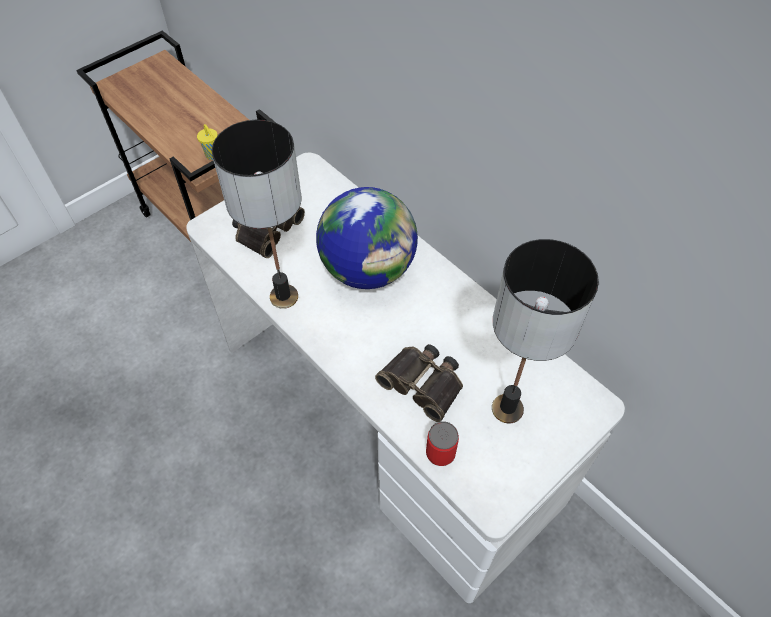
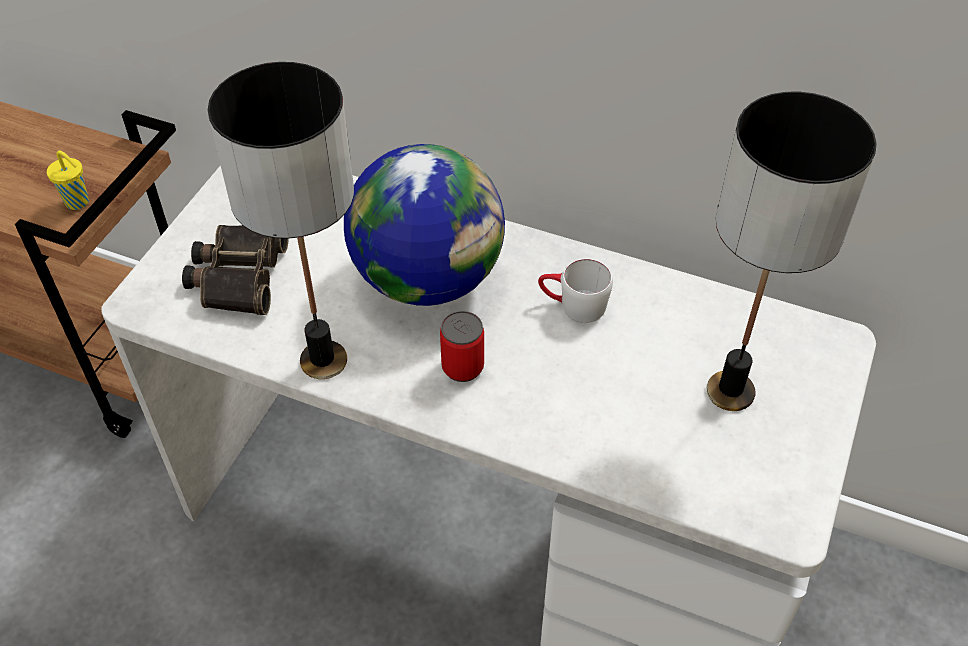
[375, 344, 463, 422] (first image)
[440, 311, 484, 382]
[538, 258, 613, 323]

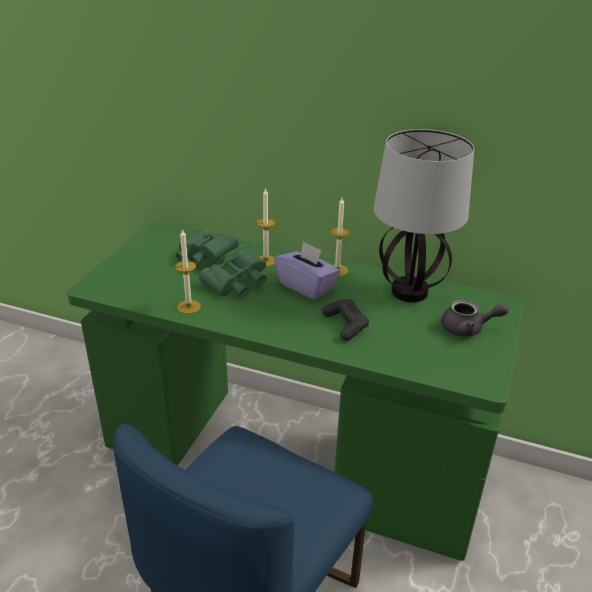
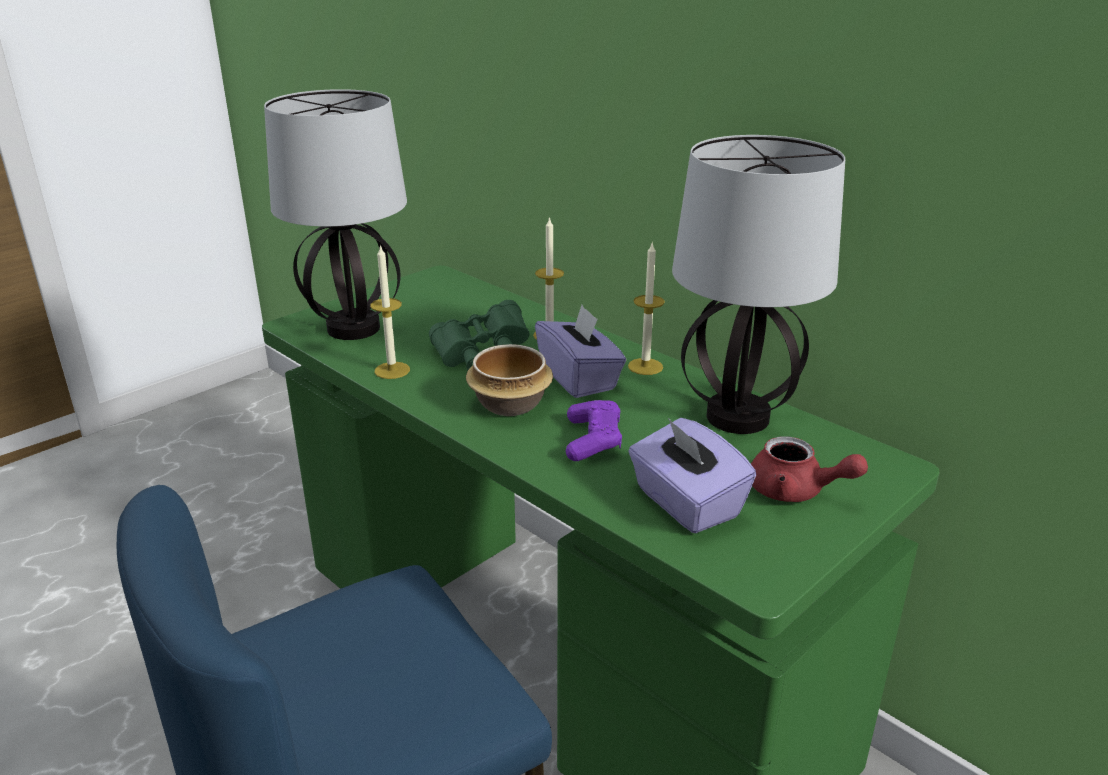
[176, 229, 238, 266] (first image)
[566, 400, 622, 461]
[751, 436, 868, 502]
[264, 89, 407, 340]
[466, 344, 553, 416]
[628, 418, 756, 533]

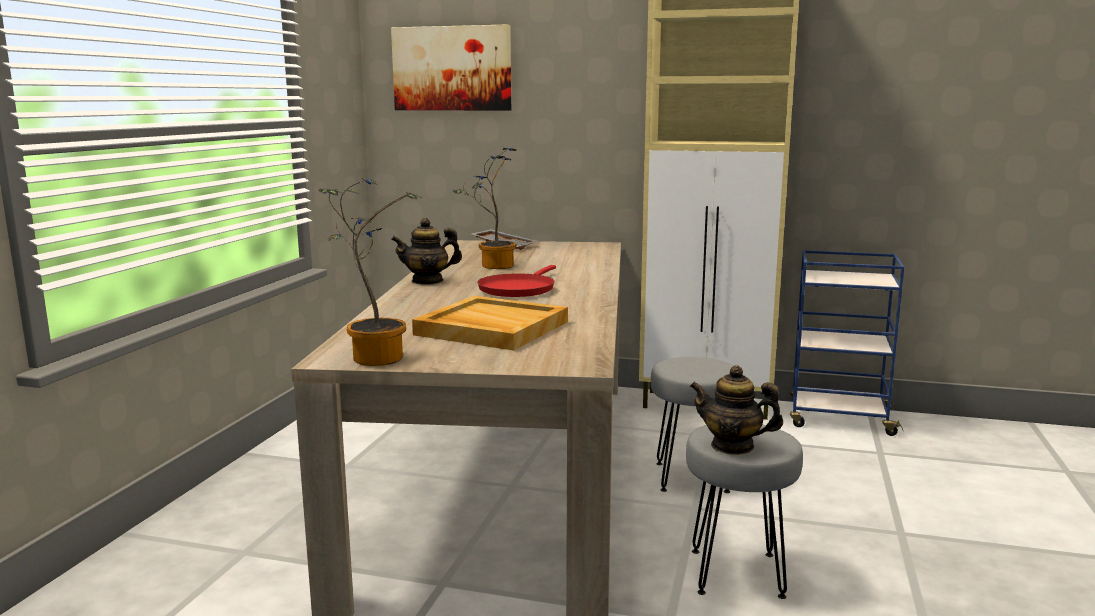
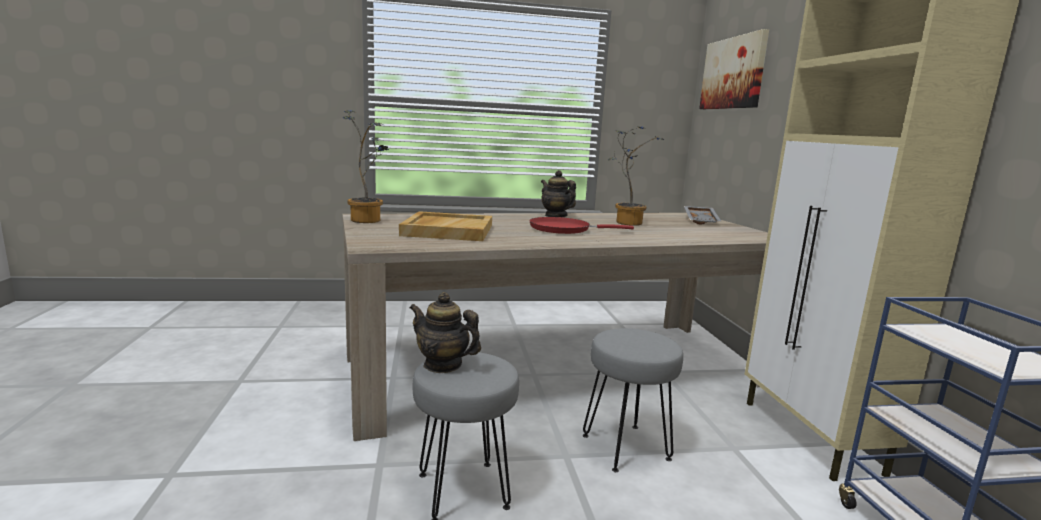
[410, 292, 481, 373]

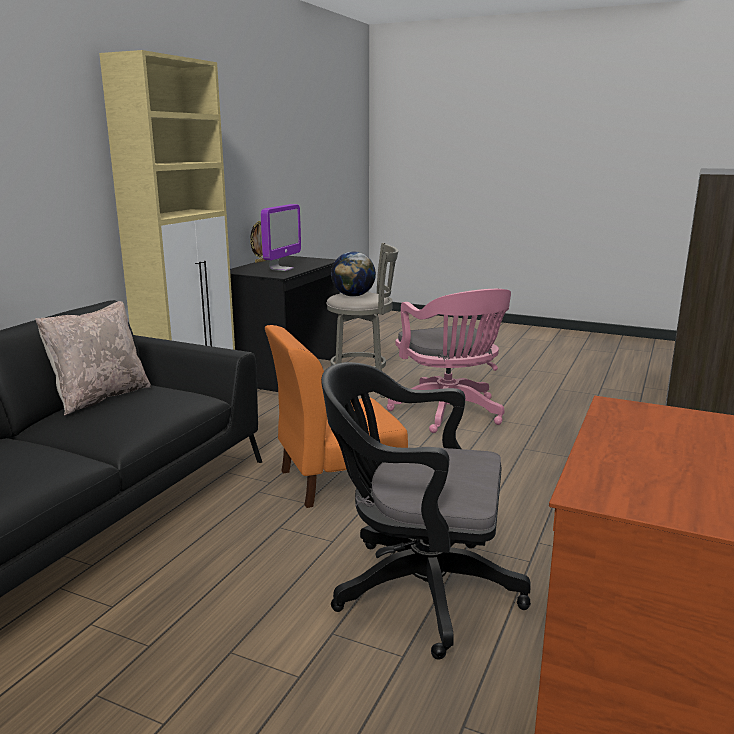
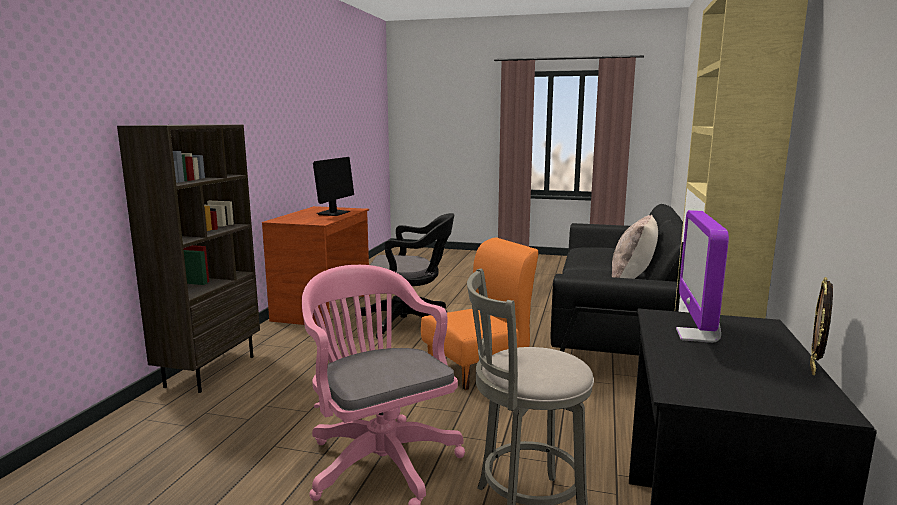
[331, 251, 376, 297] (first image)
[313, 157, 354, 216]

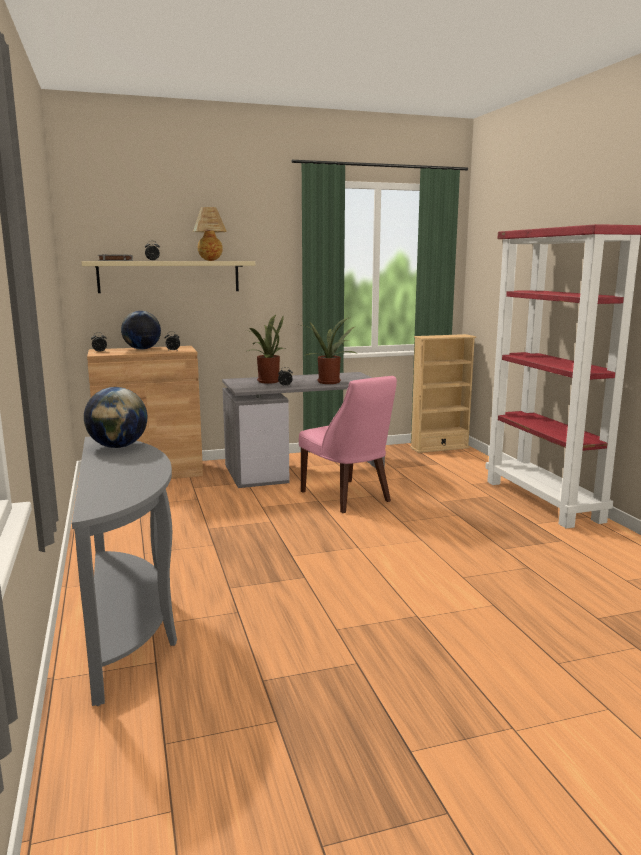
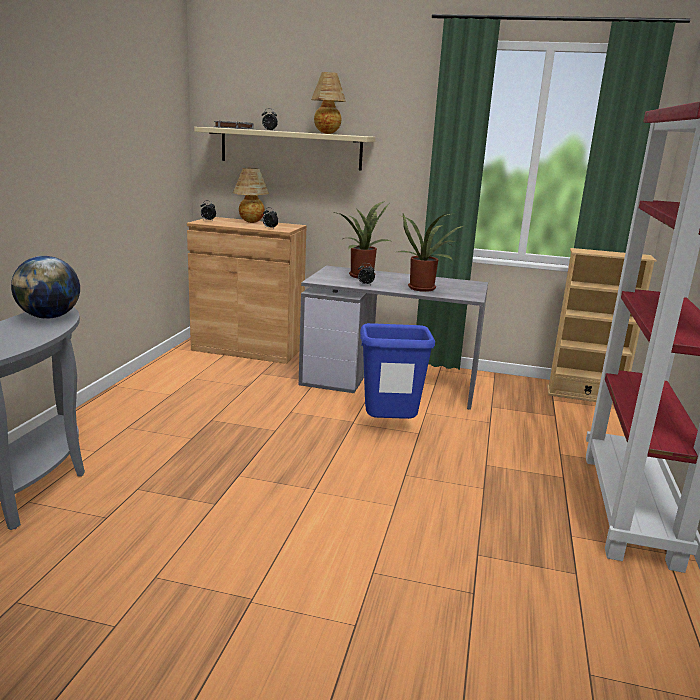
[233, 168, 269, 223]
[360, 323, 435, 419]

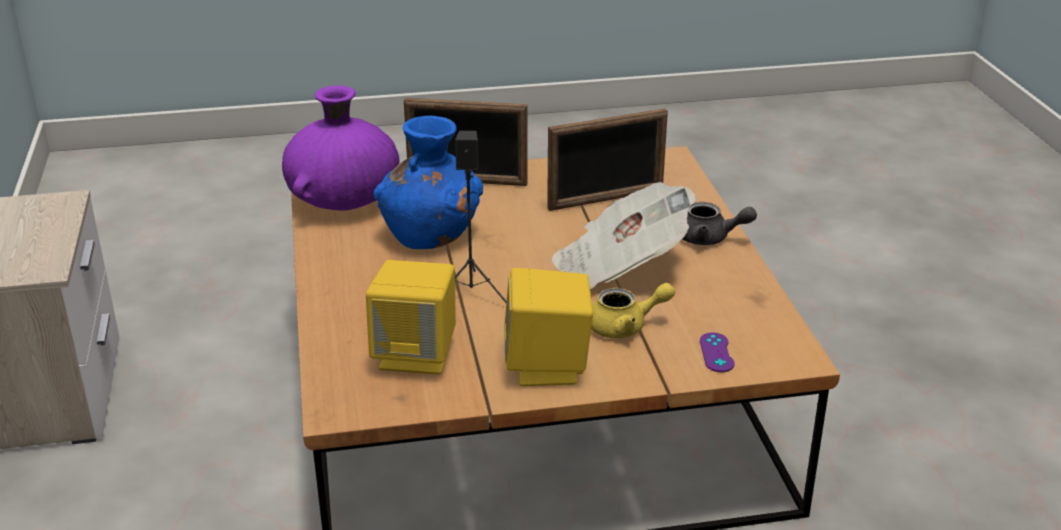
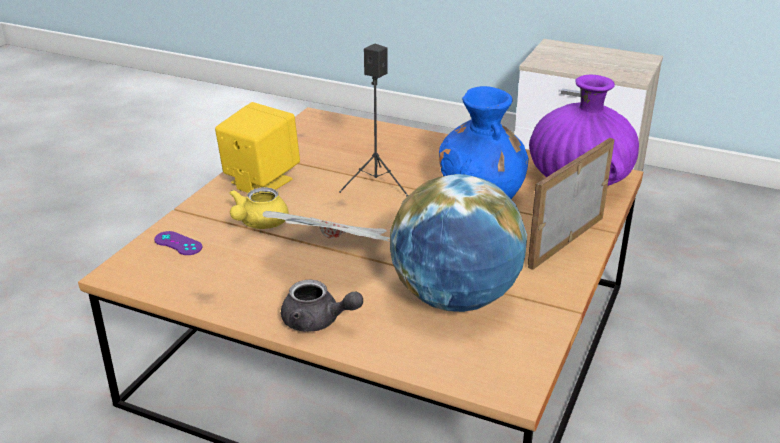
[366, 260, 456, 375] (first image)
[390, 174, 527, 312]
[281, 280, 363, 332]

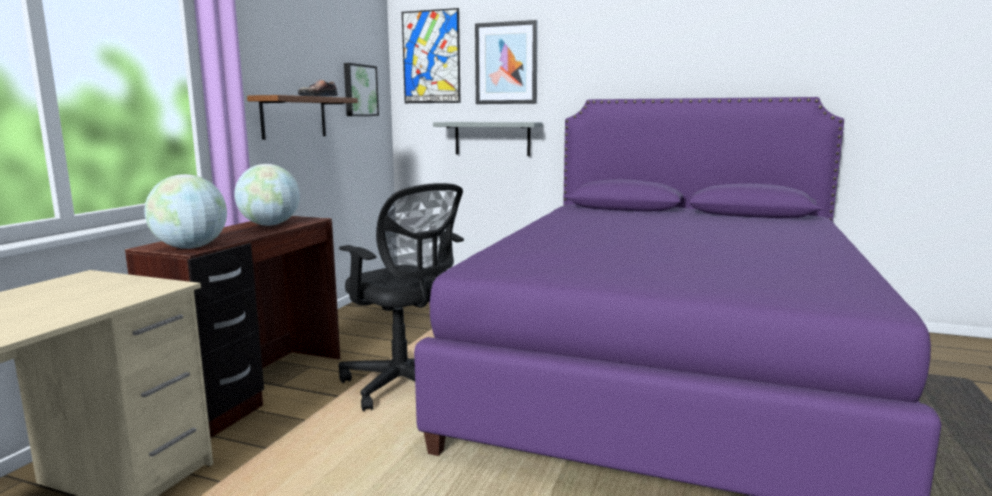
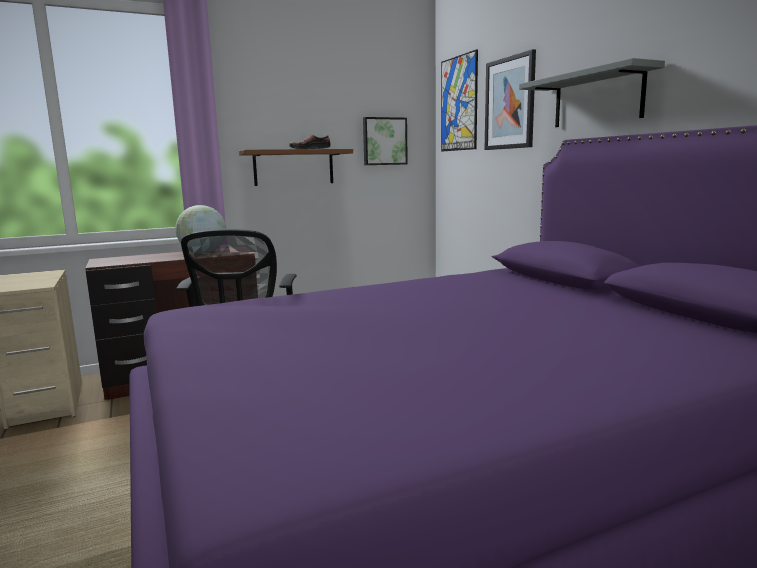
[144, 174, 227, 249] (first image)
[519, 58, 665, 127]

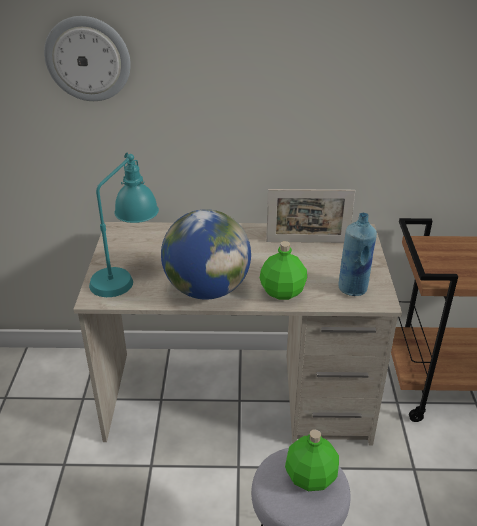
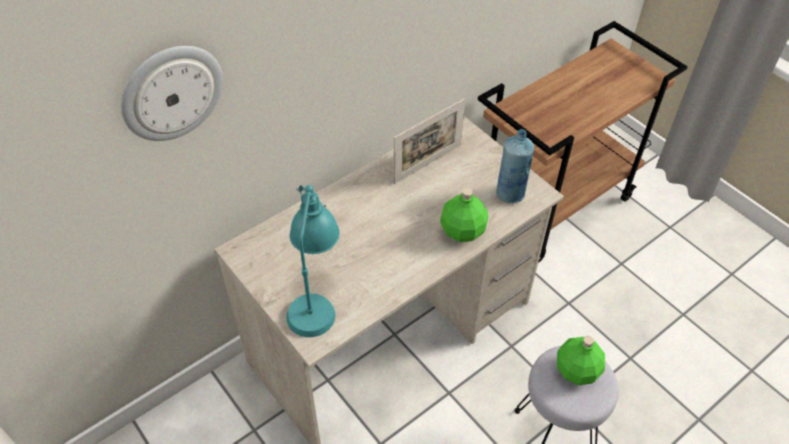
[161, 209, 251, 300] (first image)

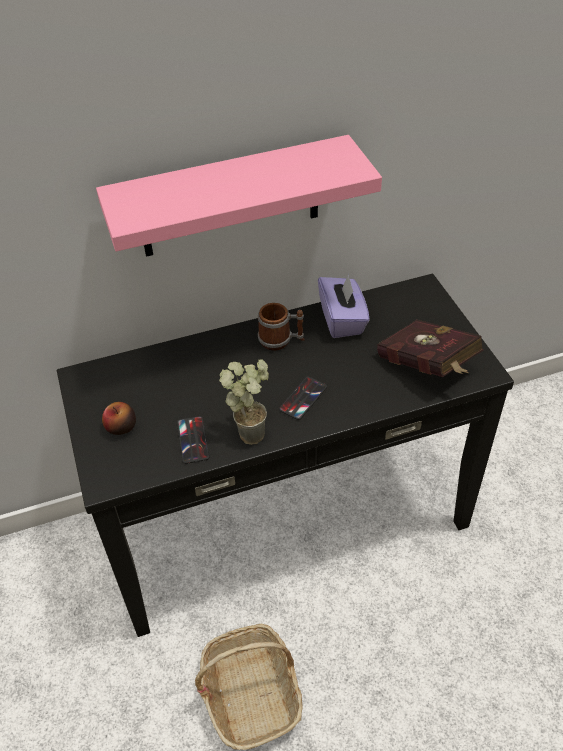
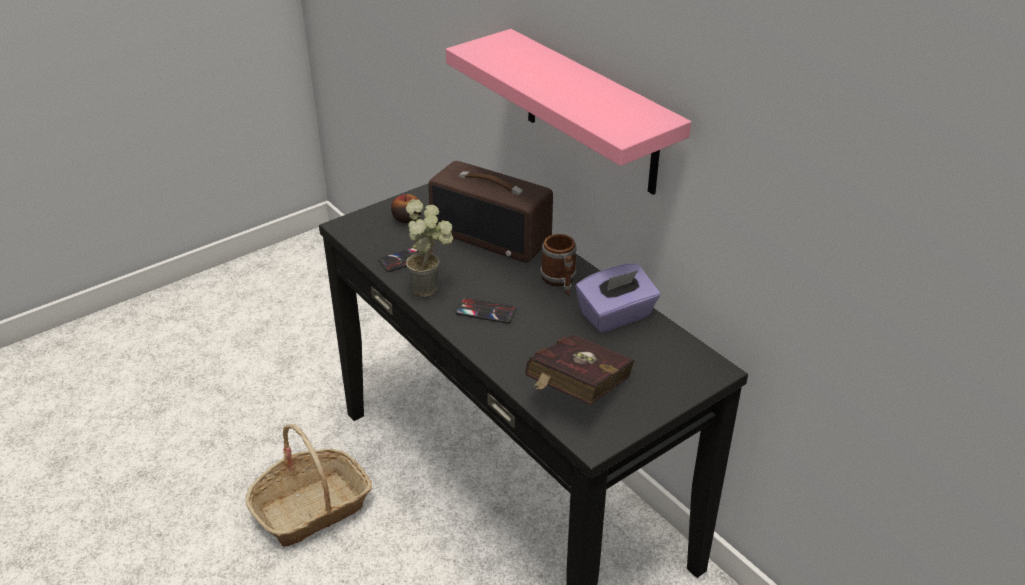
[429, 161, 553, 263]

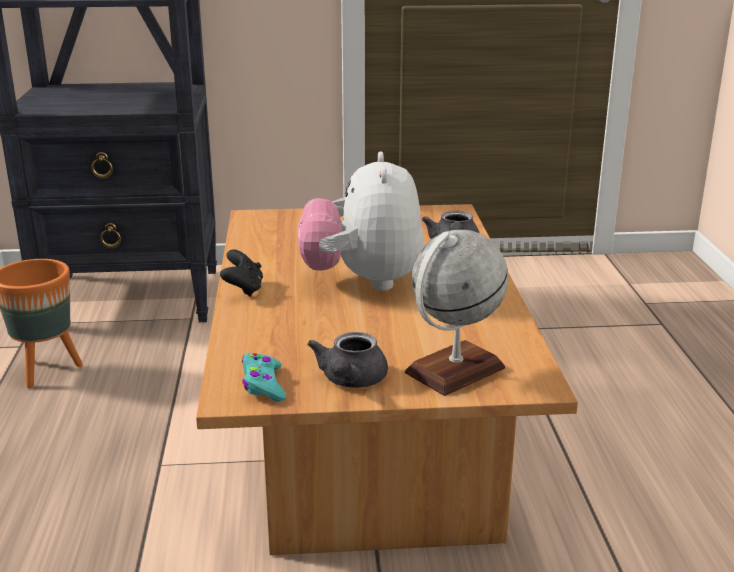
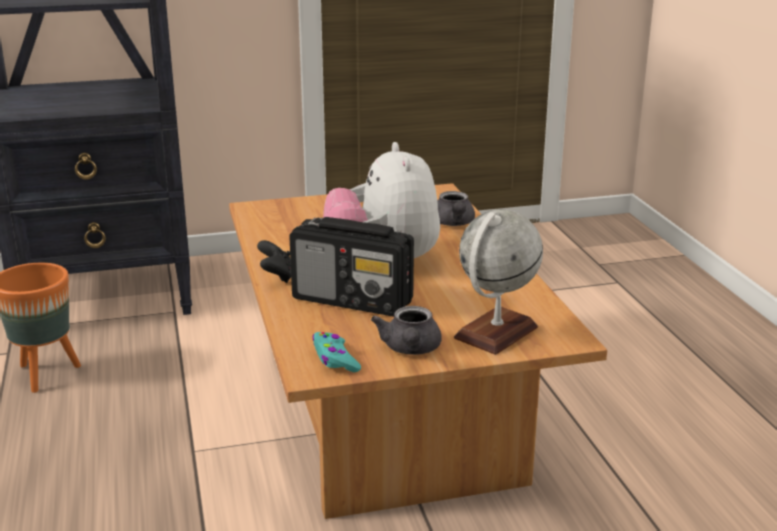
[289, 217, 414, 317]

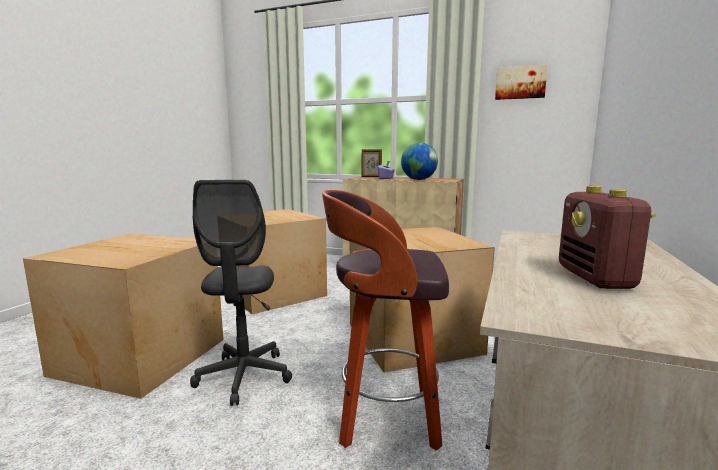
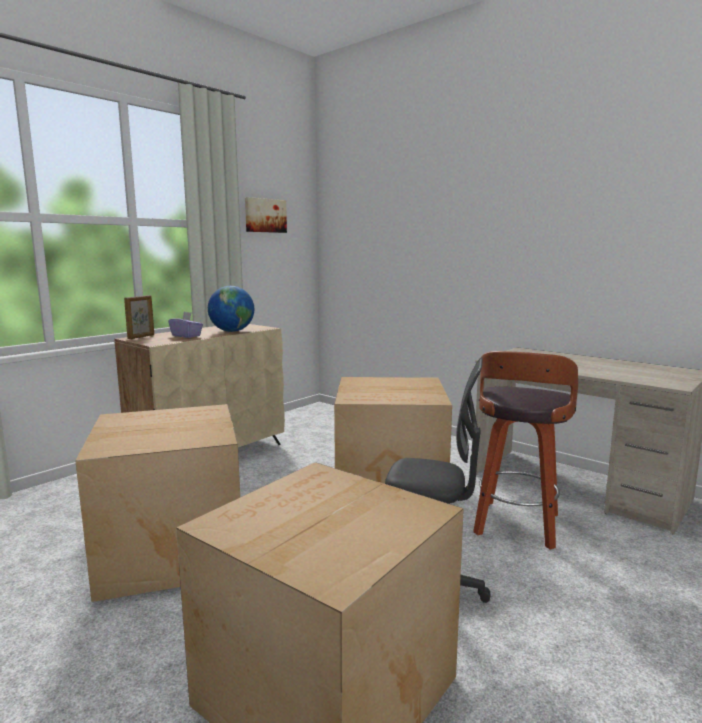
[559, 186, 656, 289] (first image)

